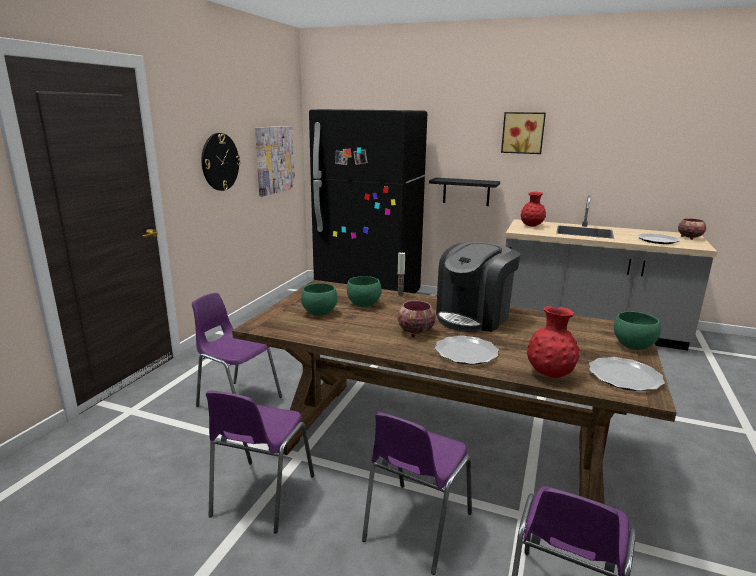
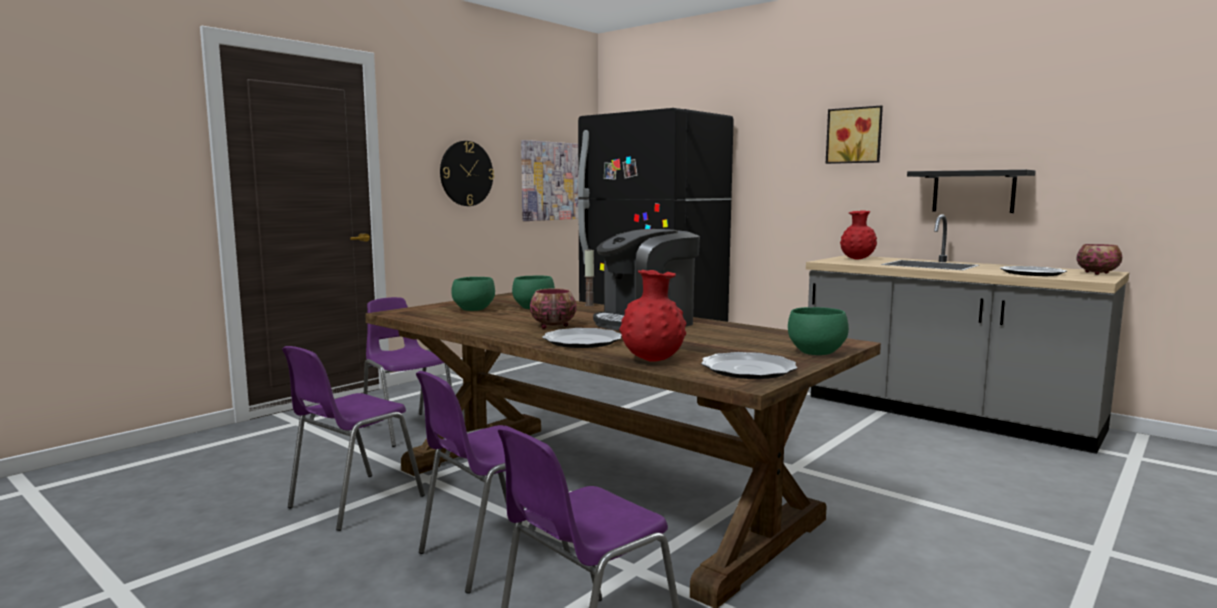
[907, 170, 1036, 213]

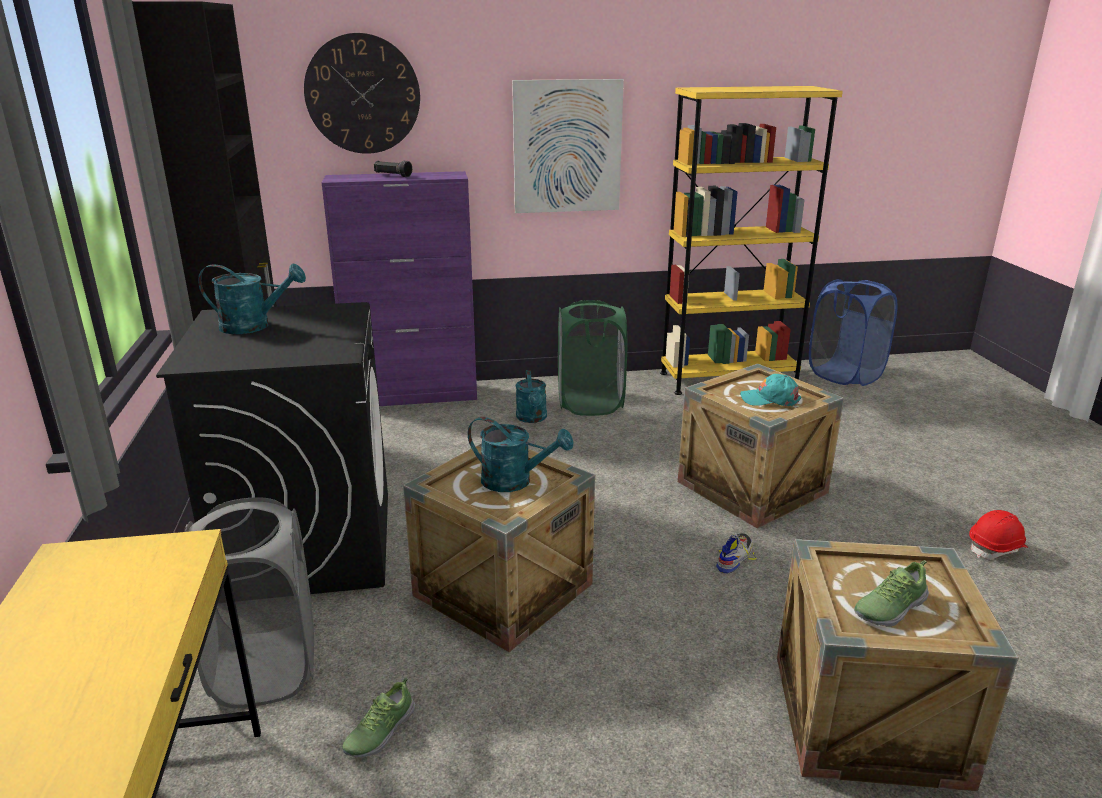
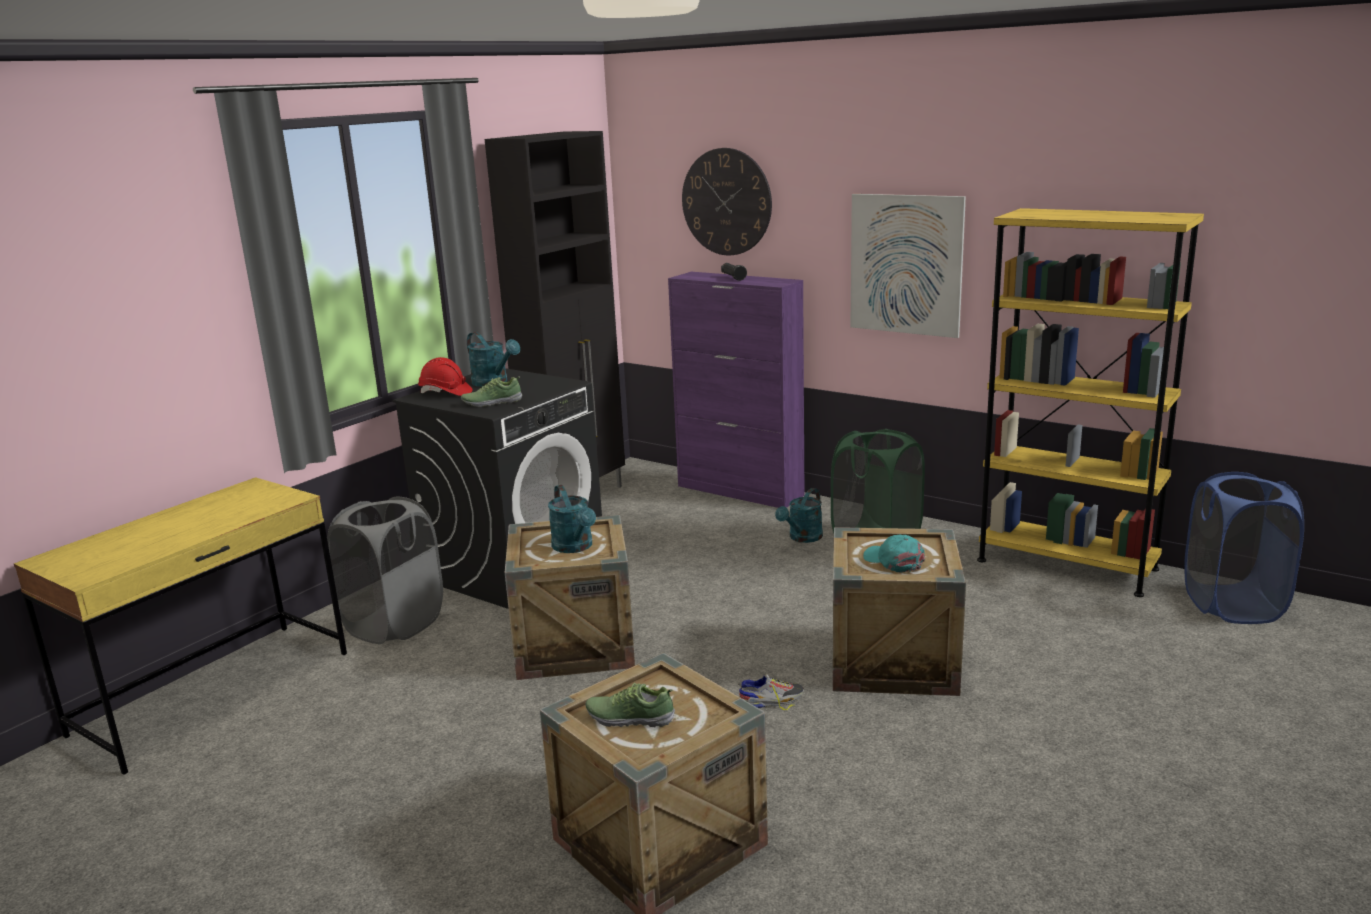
[461, 377, 522, 407]
[418, 357, 472, 396]

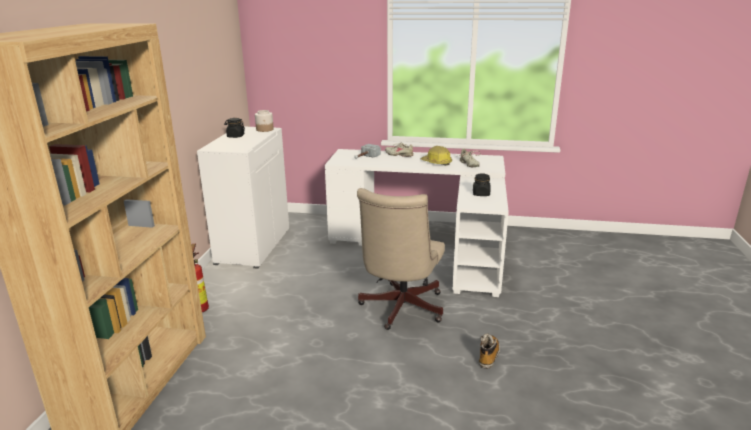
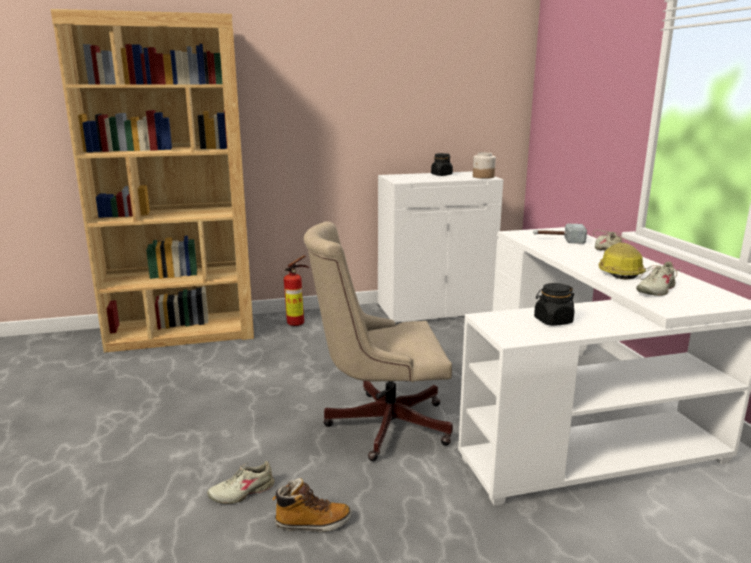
[207, 461, 274, 504]

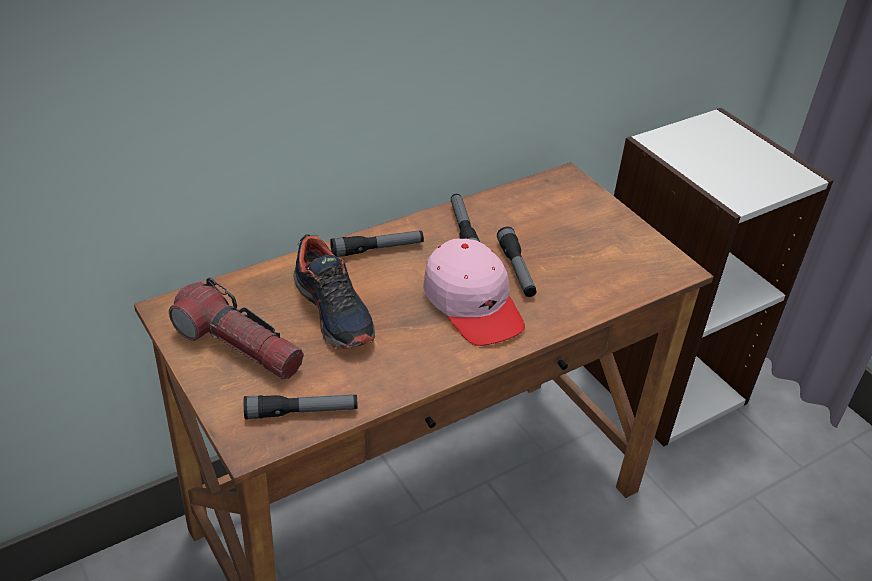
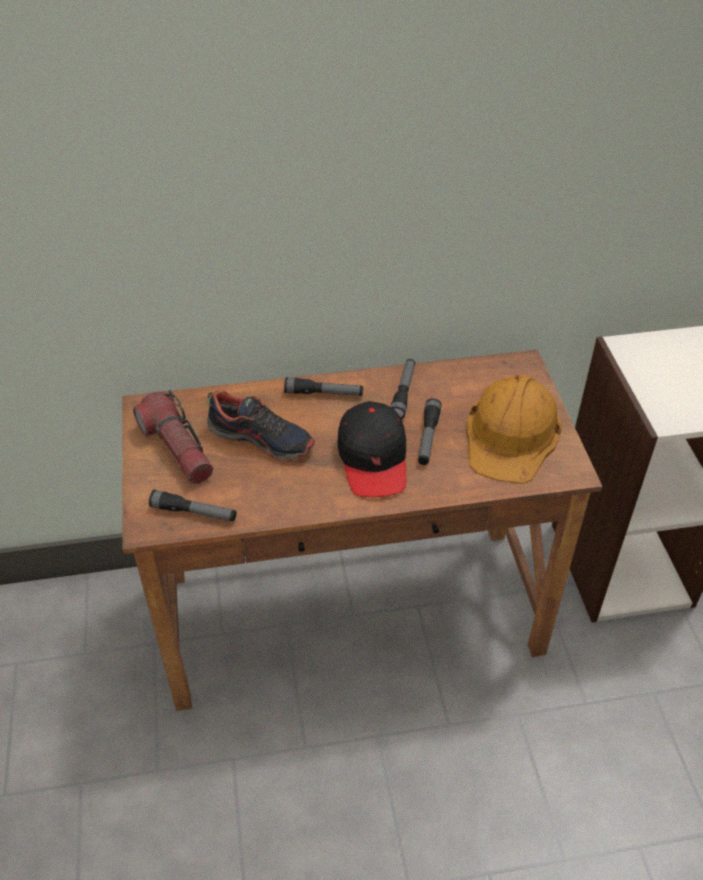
[207, 390, 315, 461]
[337, 401, 406, 497]
[466, 375, 562, 484]

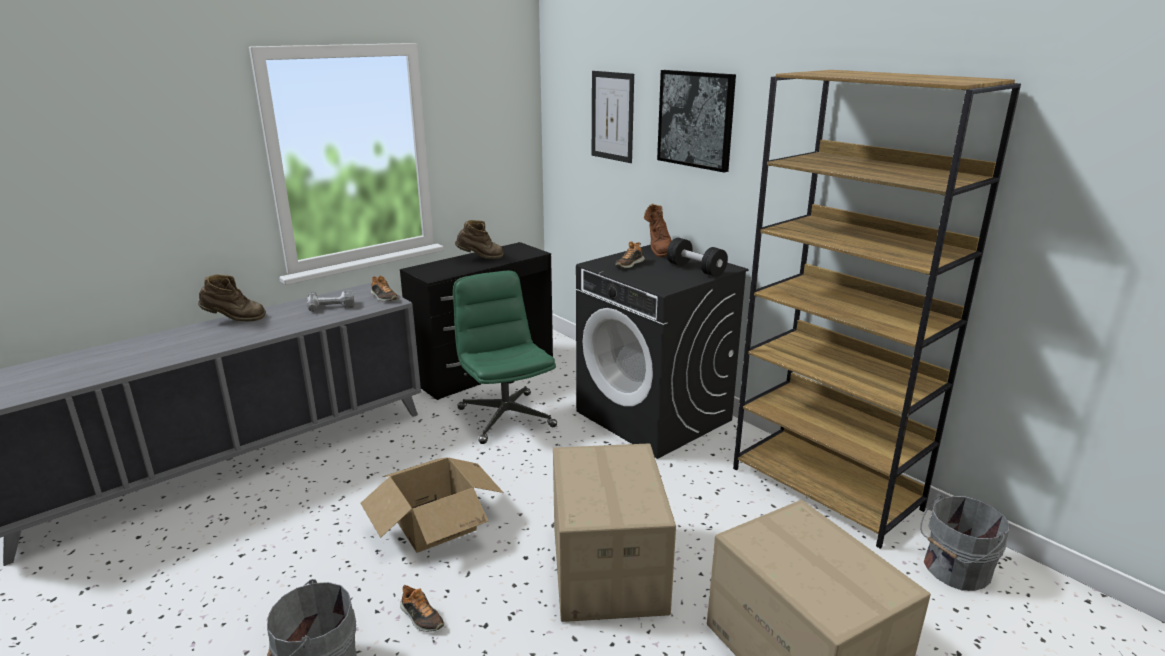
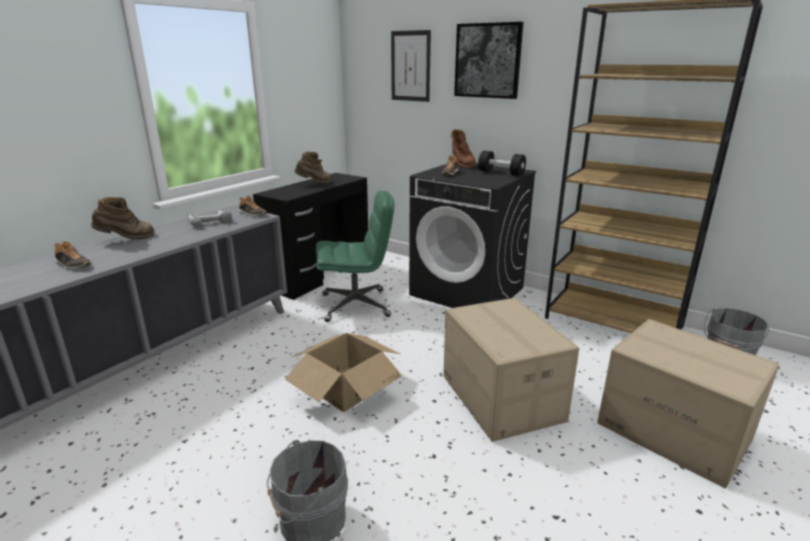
[54, 241, 92, 269]
[316, 191, 395, 322]

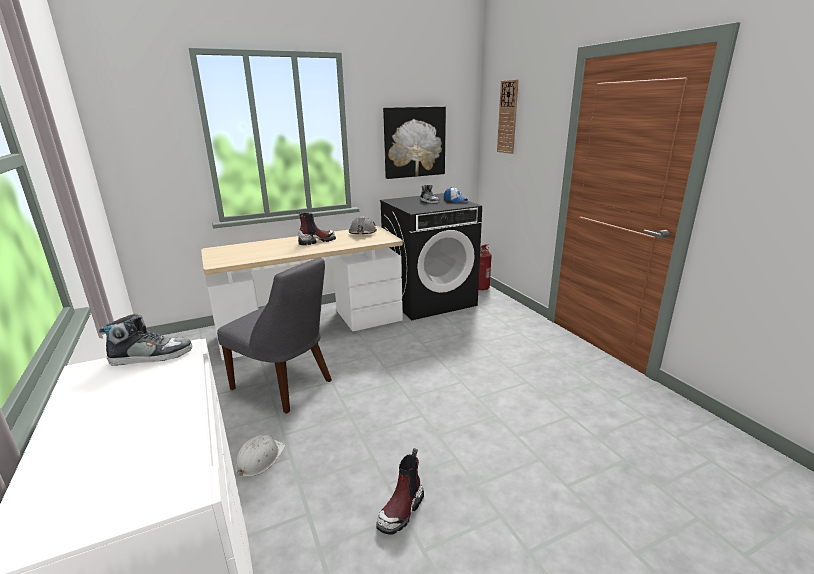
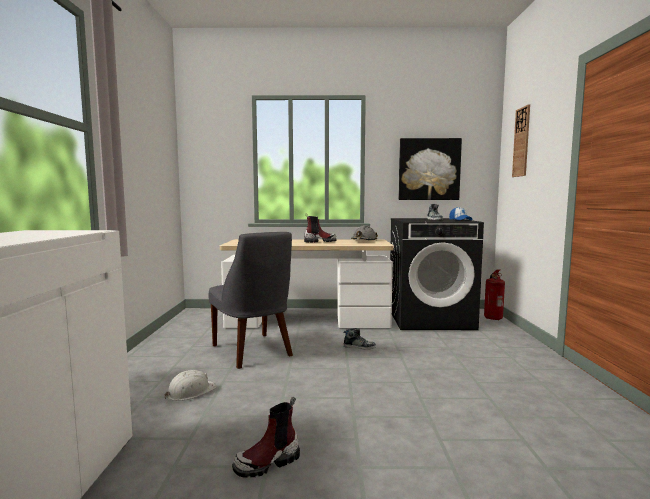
[344, 328, 376, 350]

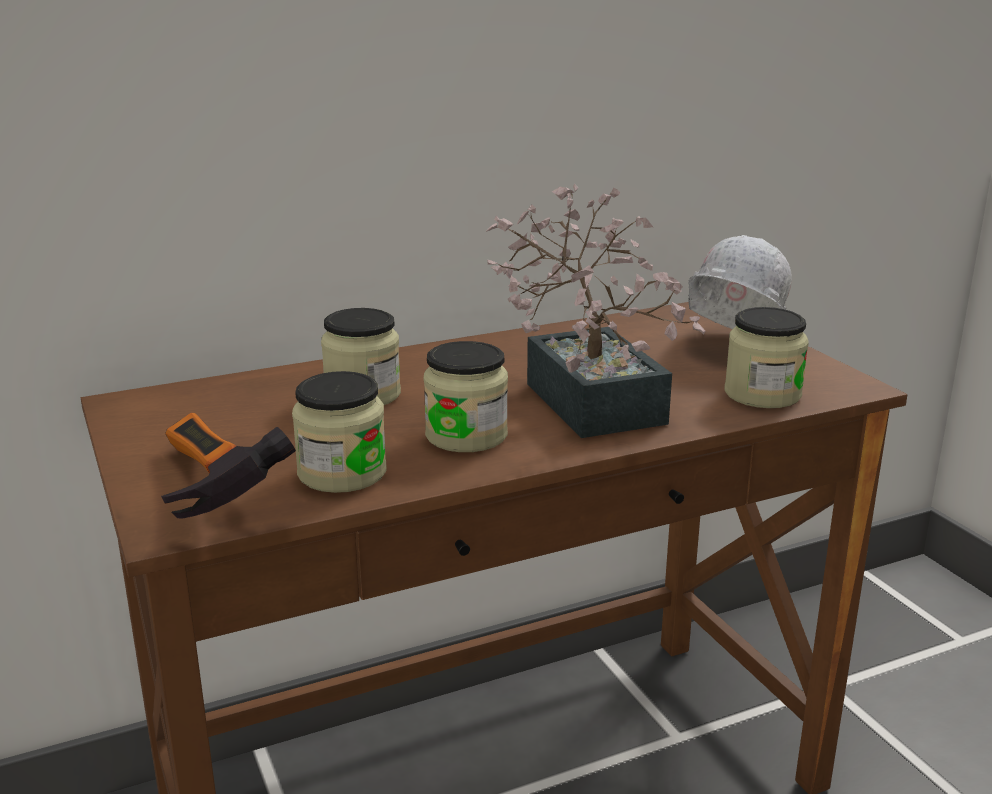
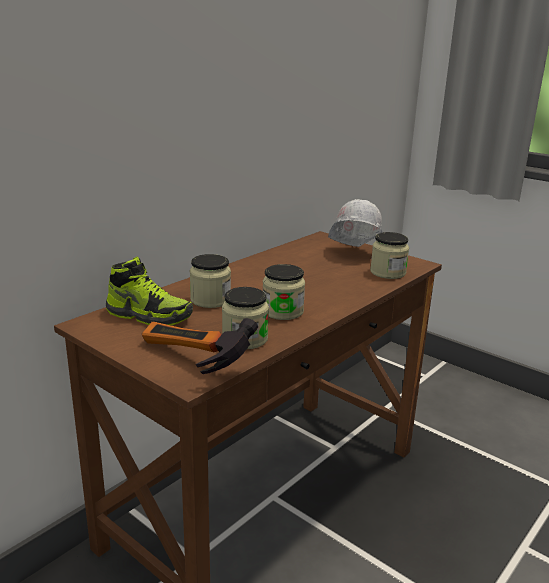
[486, 184, 705, 438] (first image)
[106, 257, 193, 325]

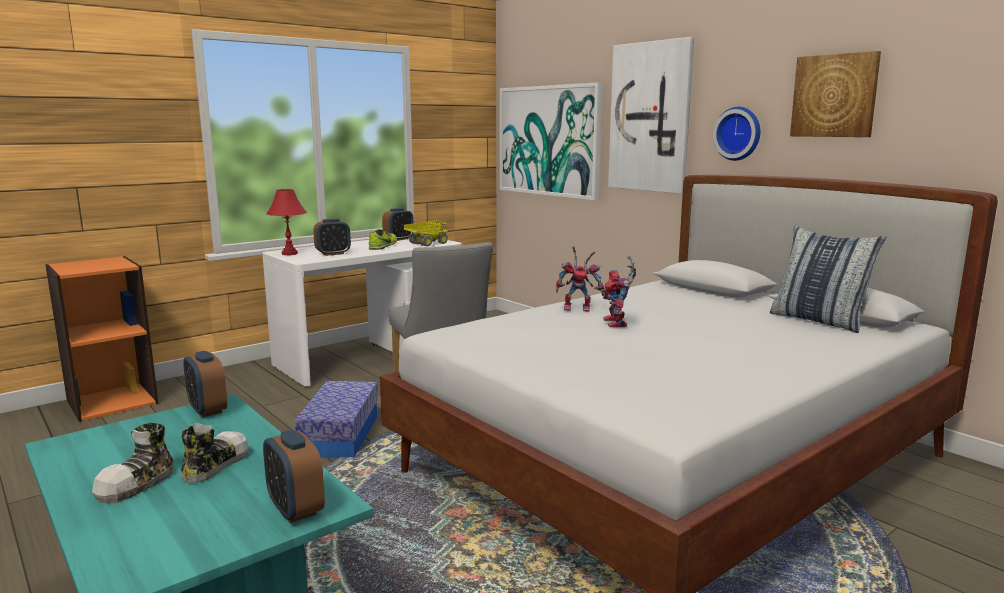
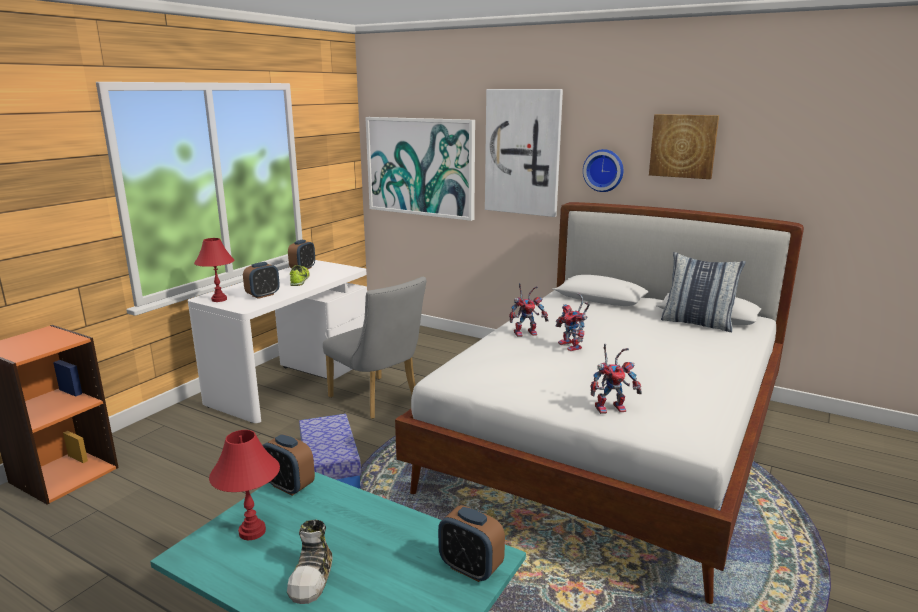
[181, 423, 249, 483] (first image)
[404, 220, 449, 247] (first image)
[209, 430, 280, 540]
[590, 344, 642, 414]

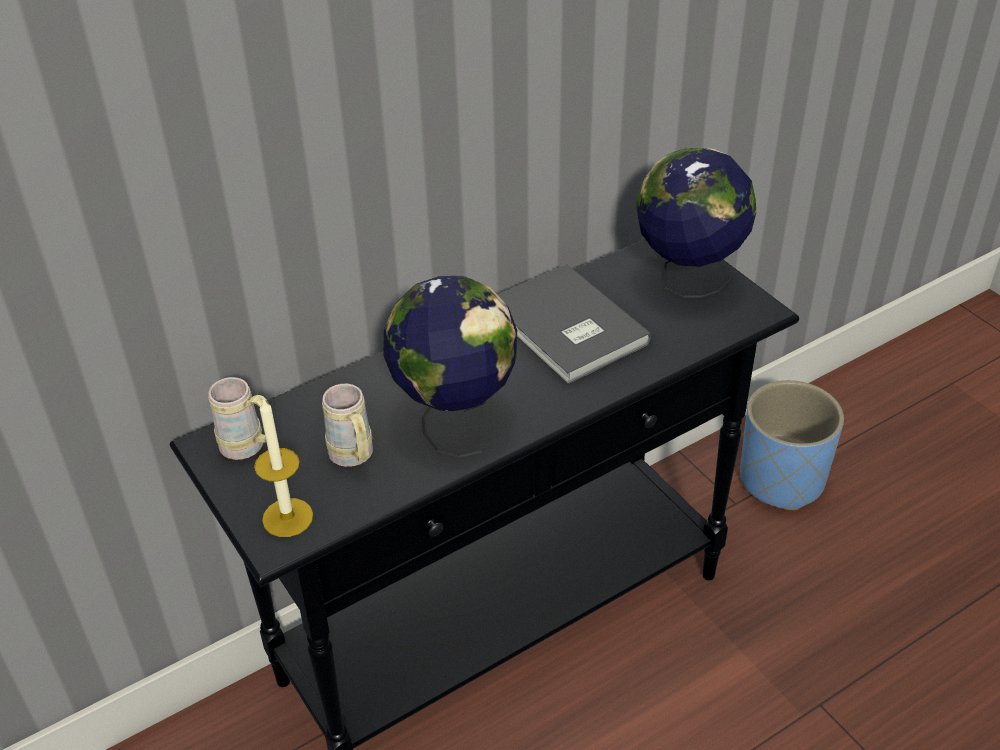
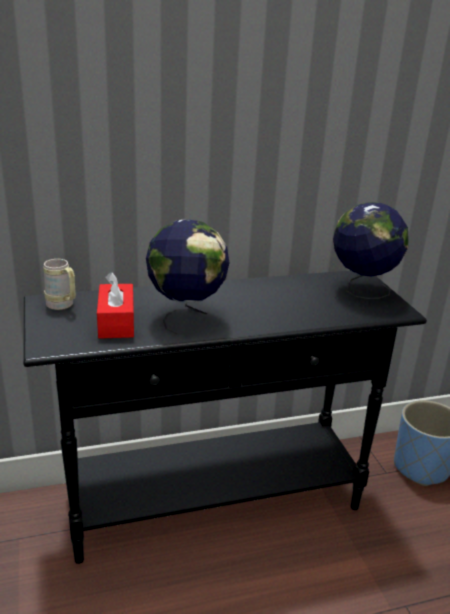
[254, 398, 313, 537] (first image)
[97, 272, 134, 339]
[497, 264, 651, 384] (first image)

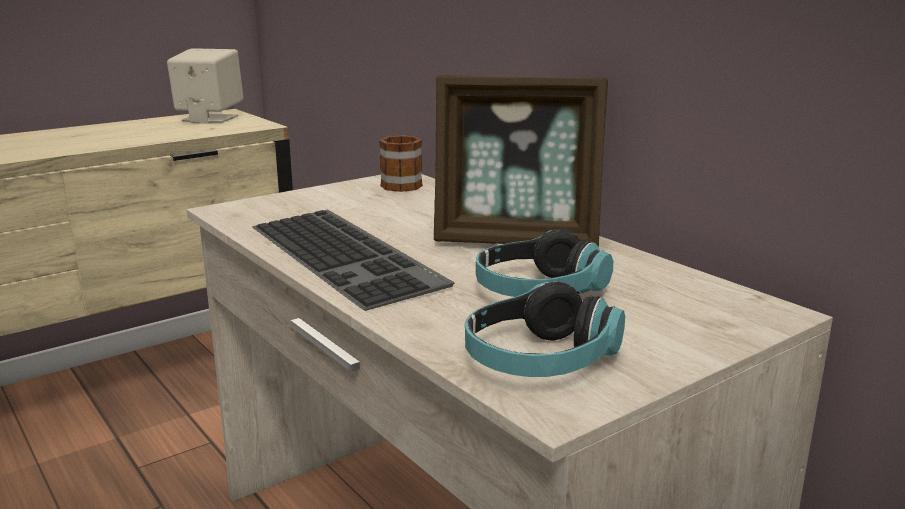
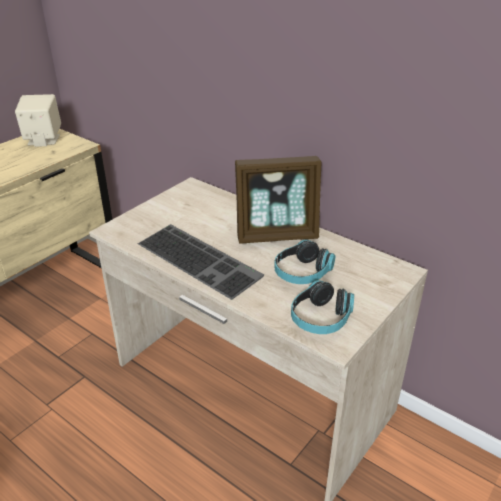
[379, 135, 423, 192] (first image)

